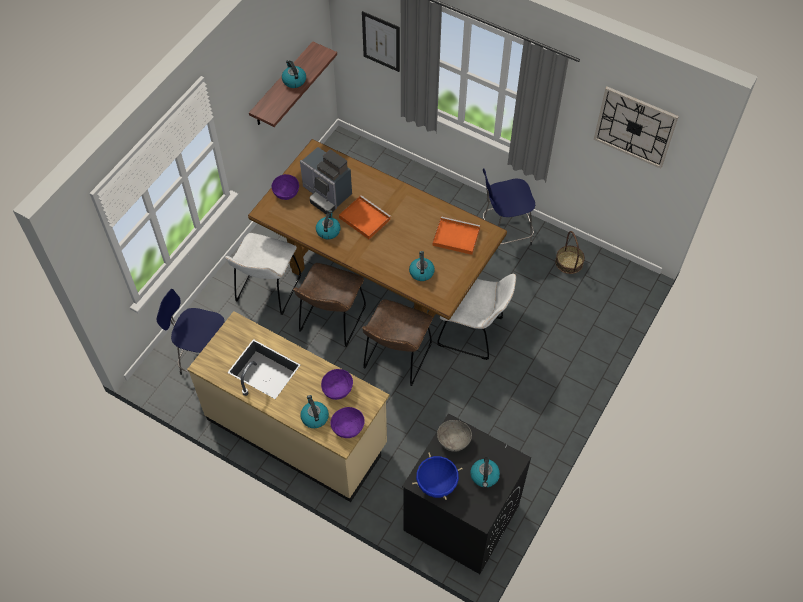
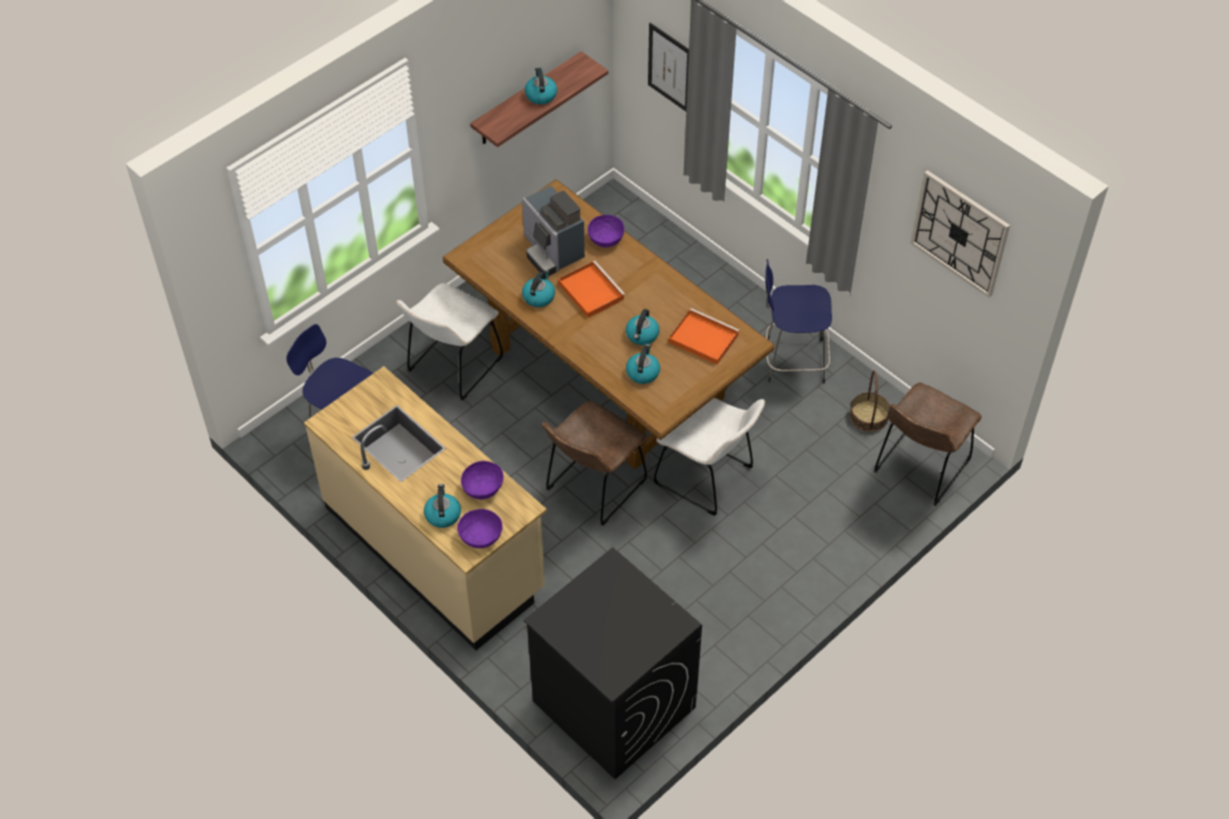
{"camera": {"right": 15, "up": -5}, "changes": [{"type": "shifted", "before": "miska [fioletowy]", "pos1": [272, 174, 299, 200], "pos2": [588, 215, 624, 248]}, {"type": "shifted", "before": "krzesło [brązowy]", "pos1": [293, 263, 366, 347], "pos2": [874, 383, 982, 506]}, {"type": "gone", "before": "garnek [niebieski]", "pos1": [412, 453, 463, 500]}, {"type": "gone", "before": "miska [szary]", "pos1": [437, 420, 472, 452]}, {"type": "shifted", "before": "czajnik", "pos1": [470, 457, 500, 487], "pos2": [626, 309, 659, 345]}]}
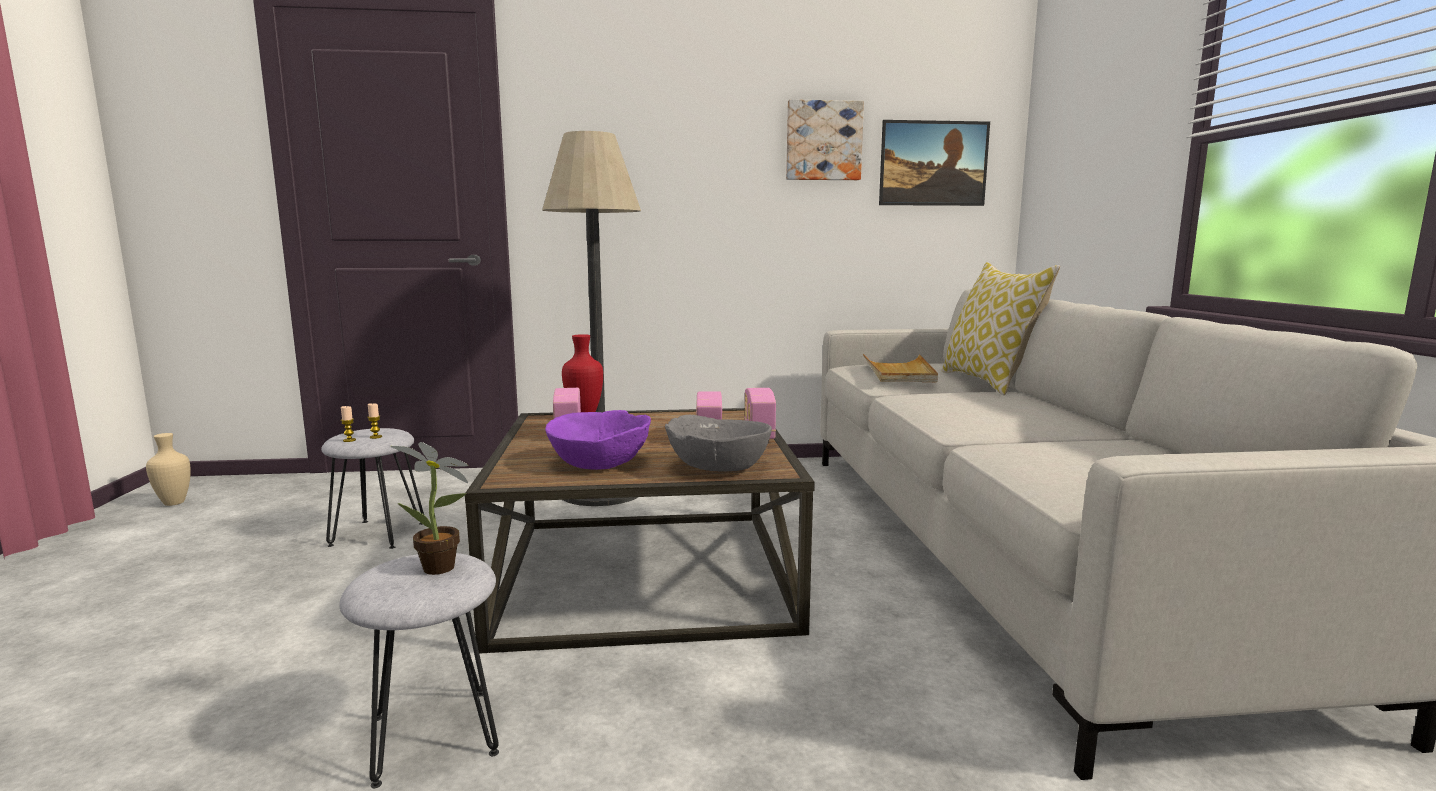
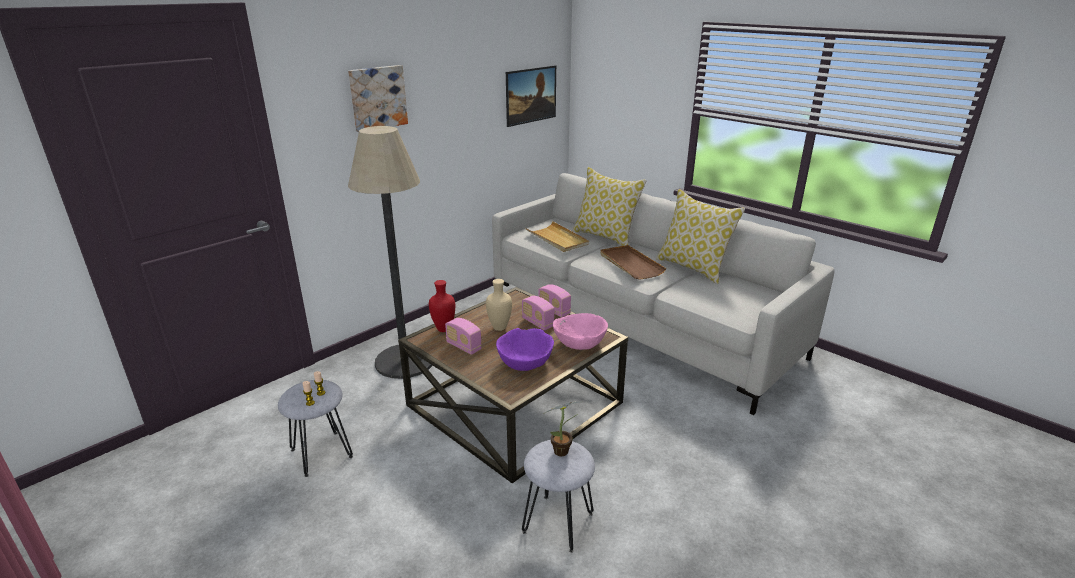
{"camera": {"right": -40, "up": 15}, "changes": [{"type": "shifted", "before": "wazon [beżowy]", "pos1": [146, 433, 191, 506], "pos2": [486, 279, 512, 331]}, {"type": "repainted", "before": "miska [szary]", "after": "miska [różowy]", "pos1": [665, 415, 772, 471], "pos2": [553, 313, 608, 350]}, {"type": "shifted", "before": "obraz", "pos1": [786, 99, 864, 180], "pos2": [348, 65, 408, 132]}, {"type": "new", "after": "taca [brązowy]", "pos2": [600, 245, 667, 280]}, {"type": "new", "after": "poduszka", "pos2": [656, 189, 745, 284]}]}
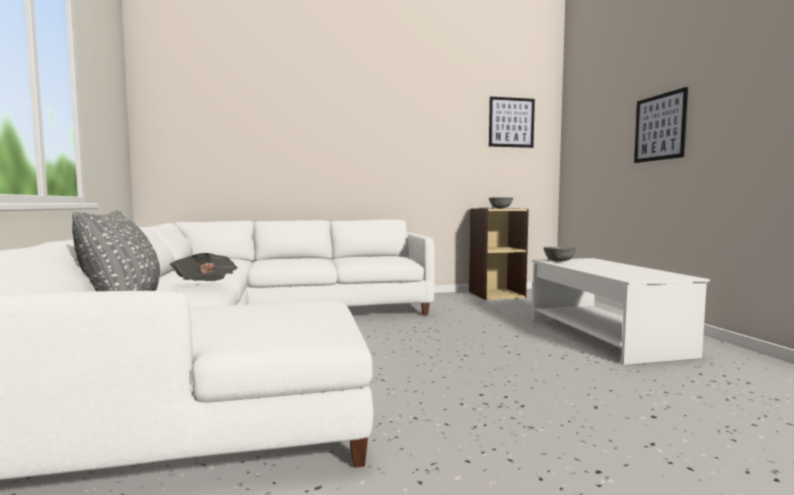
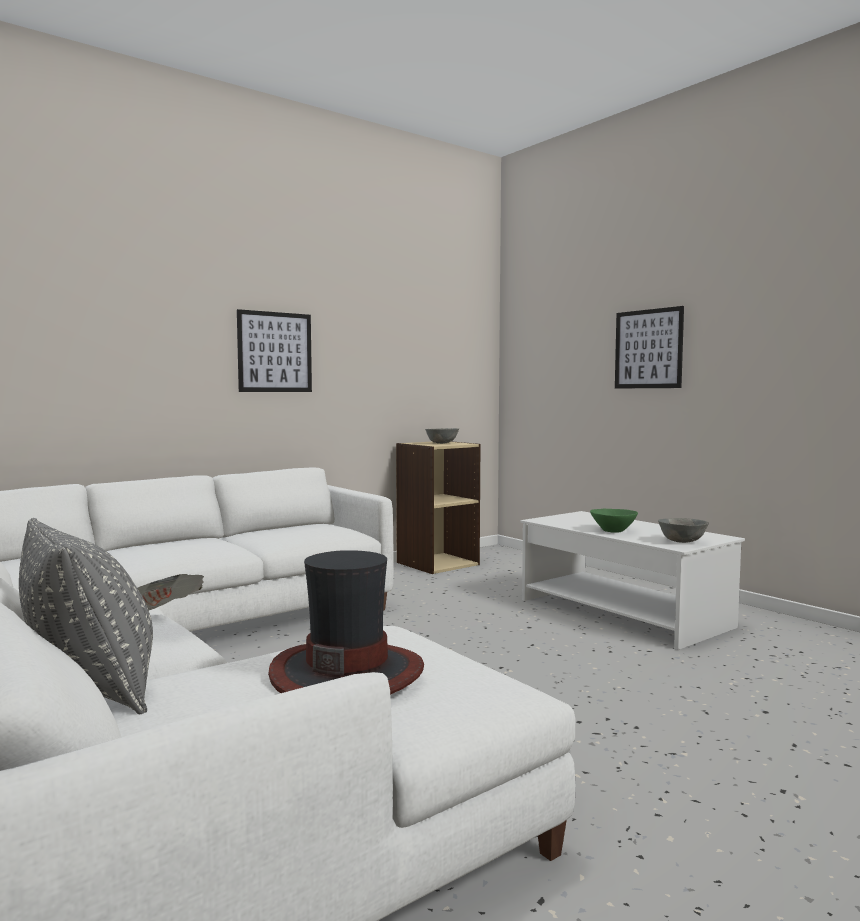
{"camera": {"right": -25, "up": 0}, "changes": [{"type": "shifted", "before": "obraz", "pos1": [489, 97, 535, 148], "pos2": [237, 309, 312, 392]}, {"type": "shifted", "before": "miska [szary]", "pos1": [543, 247, 577, 262], "pos2": [658, 518, 709, 543]}, {"type": "new", "after": "kapelusz", "pos2": [268, 550, 424, 695]}, {"type": "new", "after": "miska [zielony]", "pos2": [590, 509, 638, 533]}]}
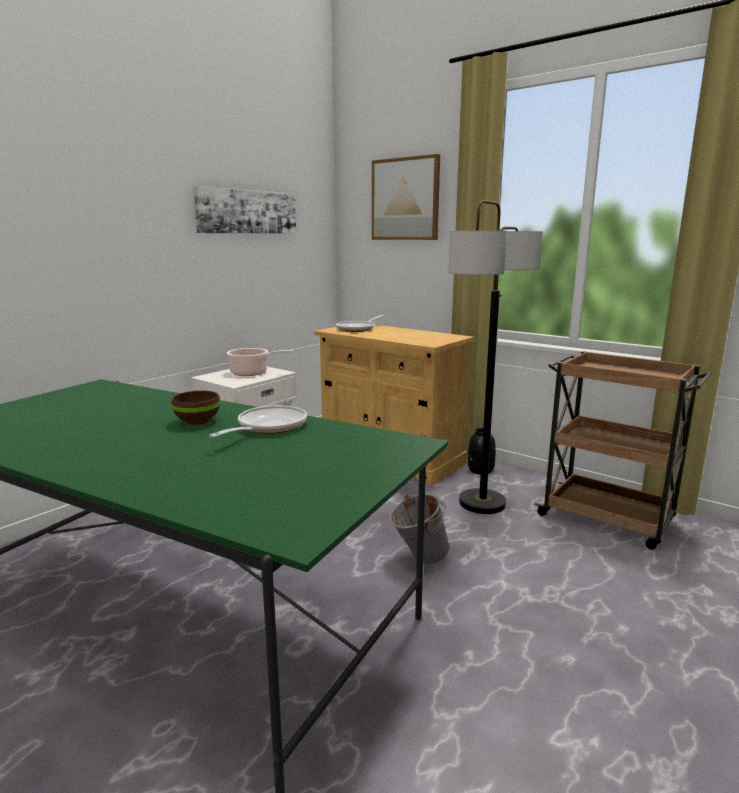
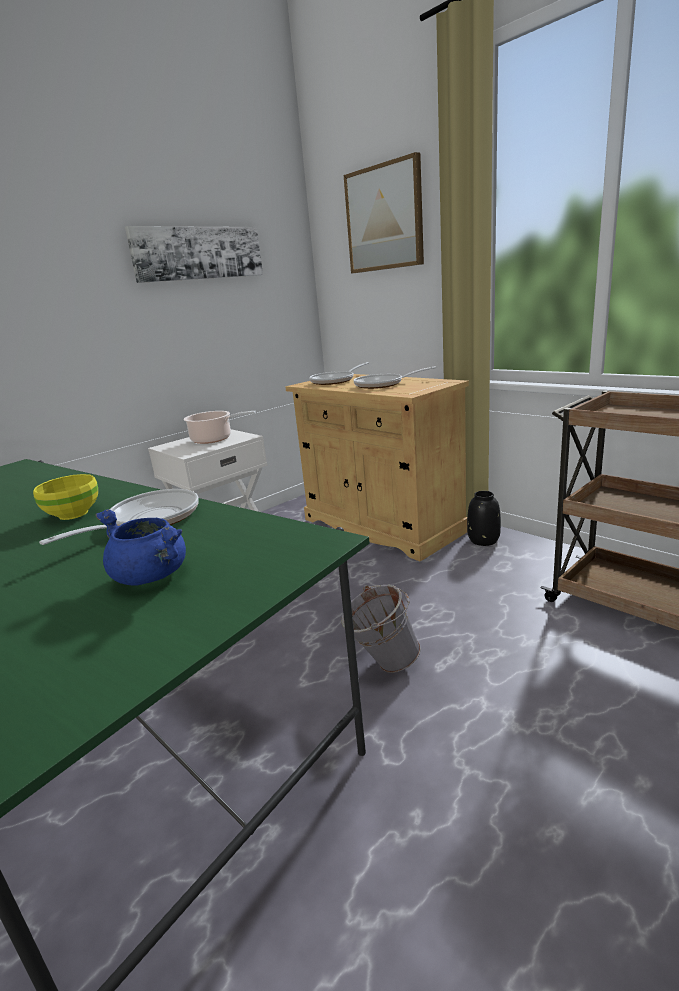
{"camera": {"right": 10, "up": 5}, "changes": [{"type": "repainted", "before": "miska [brązowy]", "after": "miska [żółty]", "pos1": [171, 390, 220, 425], "pos2": [33, 474, 98, 520]}, {"type": "gone", "before": "lampa stojąca", "pos1": [448, 200, 543, 514]}, {"type": "new", "after": "garnek [niebieski]", "pos2": [95, 509, 186, 586]}, {"type": "new", "after": "patelnia", "pos2": [353, 366, 436, 389]}]}
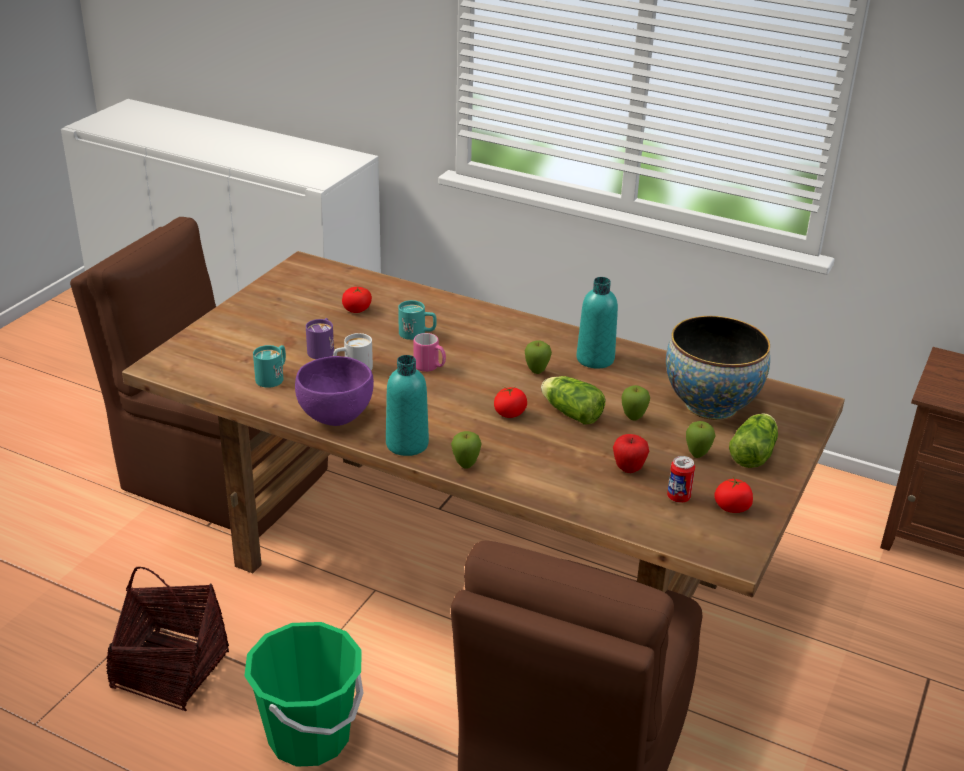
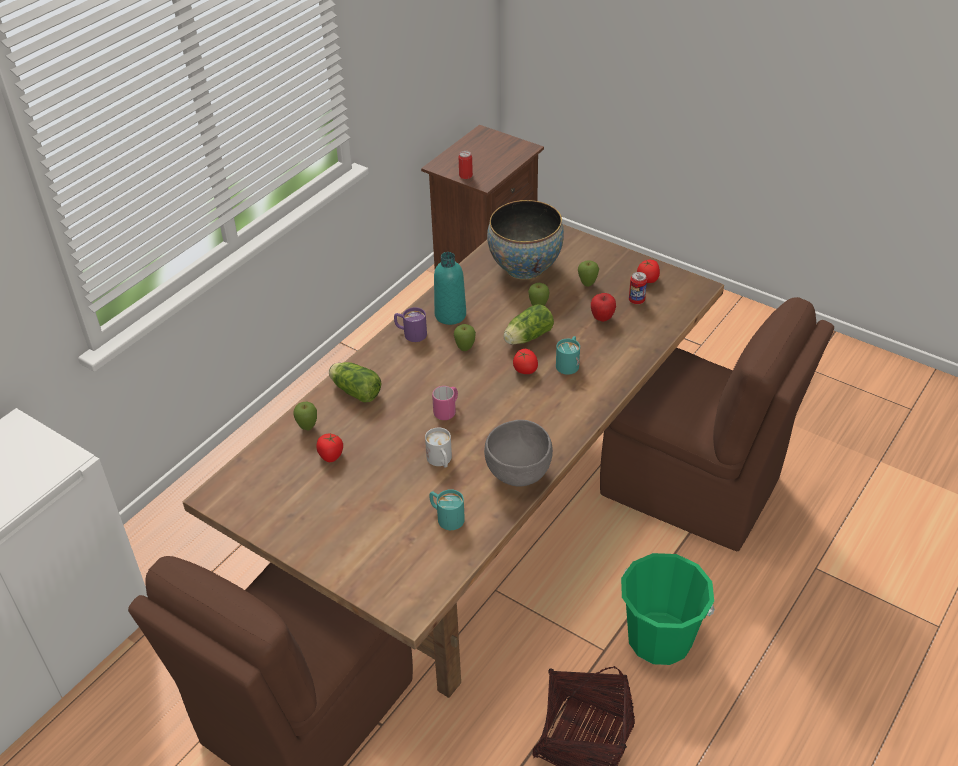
{"camera": {"right": -80, "up": 10}, "changes": [{"type": "repainted", "before": "miska [fioletowy]", "after": "miska [szary]", "pos1": [295, 356, 374, 426], "pos2": [484, 420, 553, 487]}, {"type": "shifted", "before": "kubek [fioletowy]", "pos1": [306, 318, 334, 359], "pos2": [394, 307, 427, 342]}, {"type": "gone", "before": "butelka [turkusowy]", "pos1": [386, 355, 429, 456]}, {"type": "shifted", "before": "kubek [turkusowy]", "pos1": [398, 300, 437, 340], "pos2": [556, 336, 580, 375]}, {"type": "shifted", "before": "jabłko", "pos1": [451, 431, 482, 469], "pos2": [293, 402, 317, 430]}, {"type": "shifted", "before": "sałata", "pos1": [729, 413, 778, 468], "pos2": [329, 362, 382, 402]}, {"type": "new", "after": "puszka", "pos2": [458, 151, 473, 179]}]}
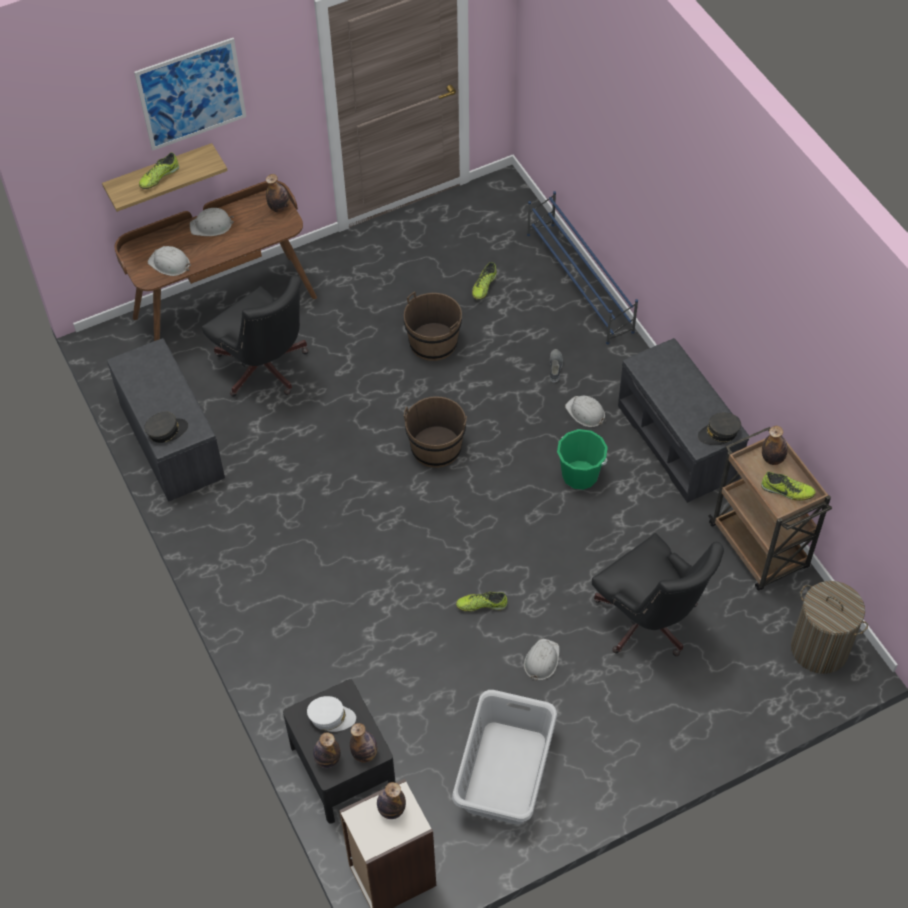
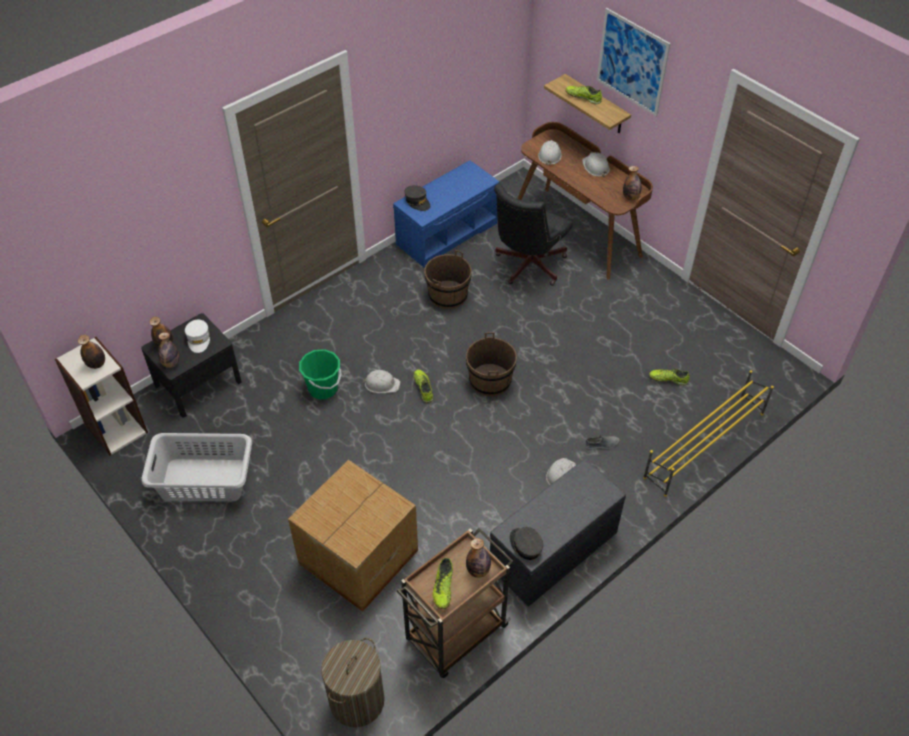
{"camera": {"right": 75, "up": -5}, "changes": [{"type": "repainted", "before": "ławka [szary]", "after": "ławka [niebieski]", "pos1": [107, 338, 225, 502], "pos2": [393, 160, 499, 268]}, {"type": "shifted", "before": "wiadro [brązowy]", "pos1": [404, 291, 462, 361], "pos2": [424, 250, 472, 309]}, {"type": "shifted", "before": "but", "pos1": [456, 592, 507, 612], "pos2": [414, 370, 433, 403]}, {"type": "shifted", "before": "kask [biały]", "pos1": [524, 639, 559, 681], "pos2": [363, 370, 400, 393]}, {"type": "repainted", "before": "regał na buty [niebieski]", "after": "regał na buty [żółty]", "pos1": [527, 191, 638, 344], "pos2": [643, 370, 774, 497]}, {"type": "shifted", "before": "wiadro [zielony]", "pos1": [557, 429, 608, 490], "pos2": [299, 349, 342, 400]}, {"type": "swapped", "before": "krzesło biurowe [czarny]", "after": "karton", "pos1": [592, 533, 724, 656], "pos2": [288, 460, 418, 612]}]}
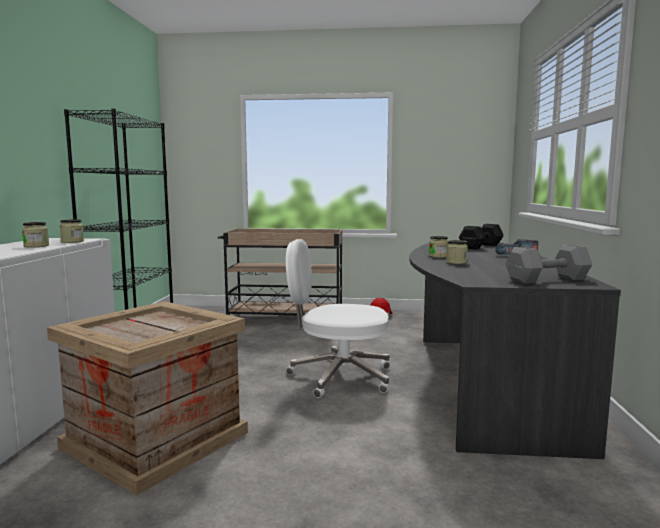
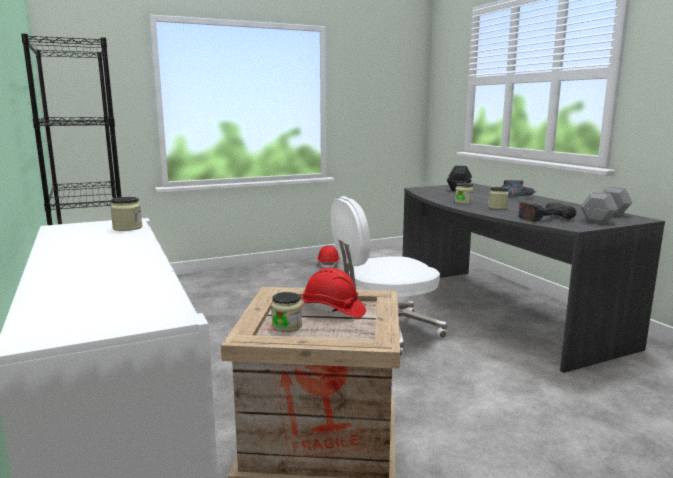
{"camera": {"right": -30, "up": 5}, "changes": [{"type": "shifted", "before": "słoik", "pos1": [22, 222, 49, 248], "pos2": [271, 292, 302, 332]}, {"type": "gone", "before": "wózek [beżowy]", "pos1": [218, 228, 342, 315]}, {"type": "new", "after": "kask [czerwony]", "pos2": [302, 268, 366, 318]}, {"type": "new", "after": "wiertarka", "pos2": [518, 202, 576, 222]}]}
